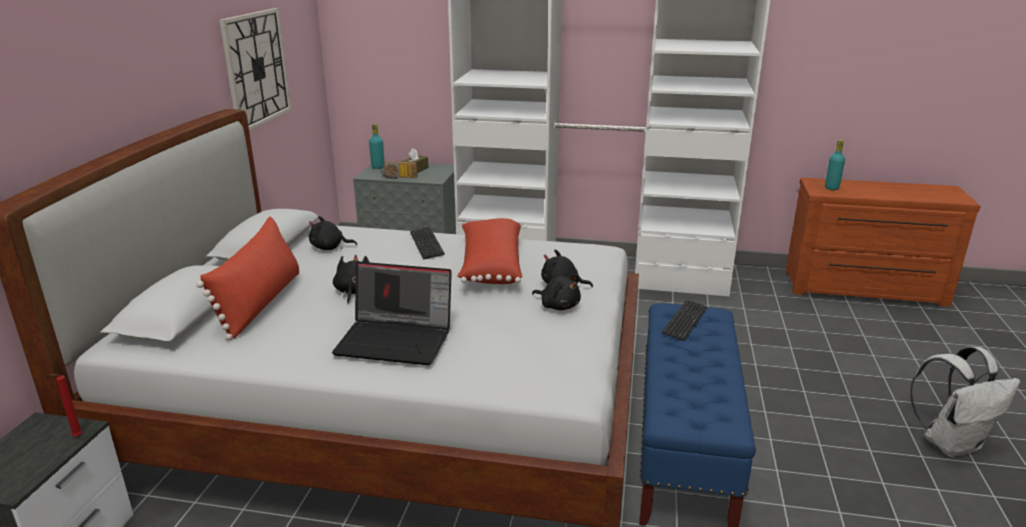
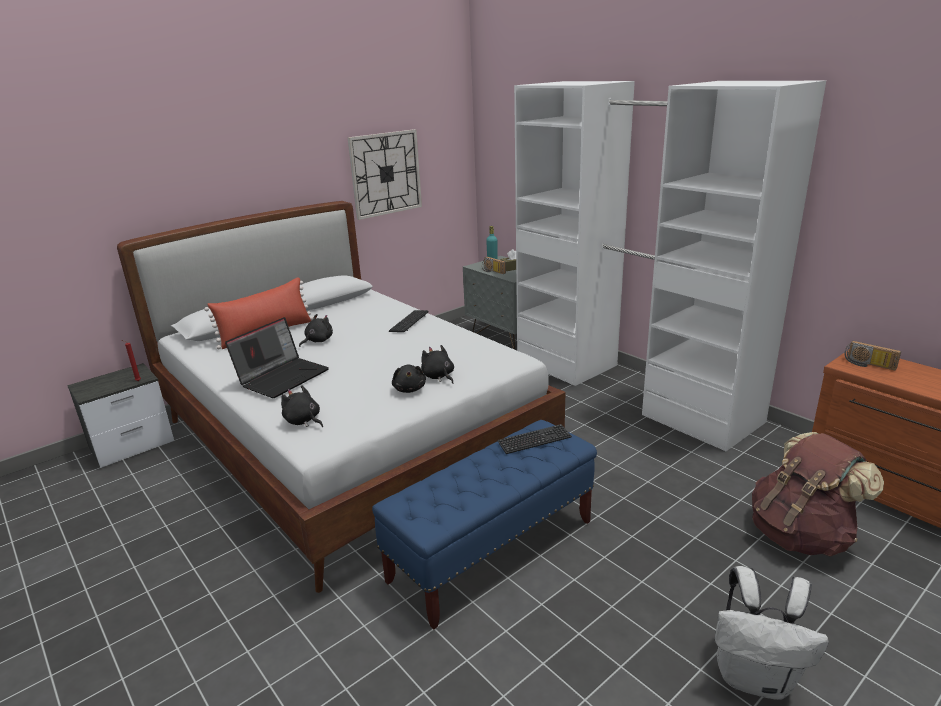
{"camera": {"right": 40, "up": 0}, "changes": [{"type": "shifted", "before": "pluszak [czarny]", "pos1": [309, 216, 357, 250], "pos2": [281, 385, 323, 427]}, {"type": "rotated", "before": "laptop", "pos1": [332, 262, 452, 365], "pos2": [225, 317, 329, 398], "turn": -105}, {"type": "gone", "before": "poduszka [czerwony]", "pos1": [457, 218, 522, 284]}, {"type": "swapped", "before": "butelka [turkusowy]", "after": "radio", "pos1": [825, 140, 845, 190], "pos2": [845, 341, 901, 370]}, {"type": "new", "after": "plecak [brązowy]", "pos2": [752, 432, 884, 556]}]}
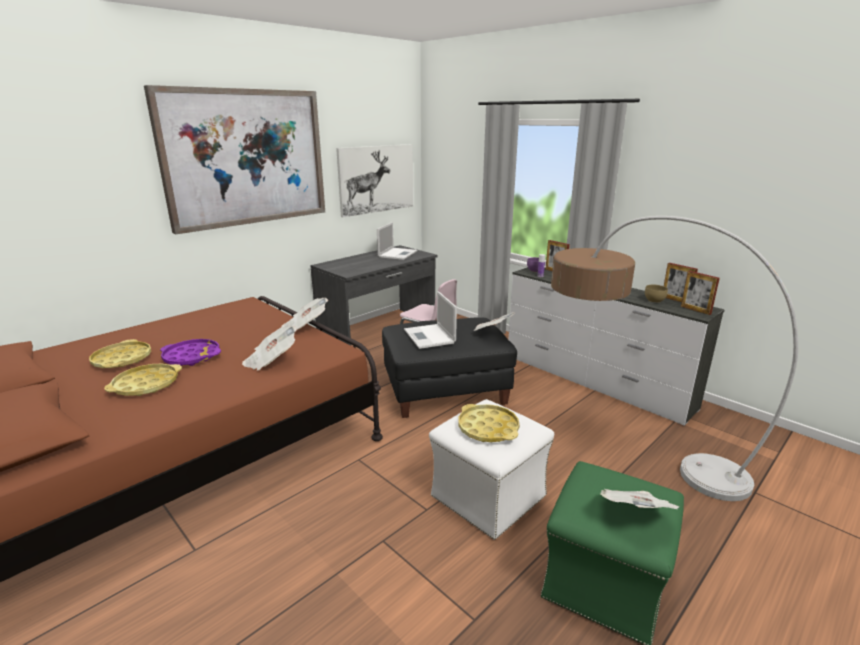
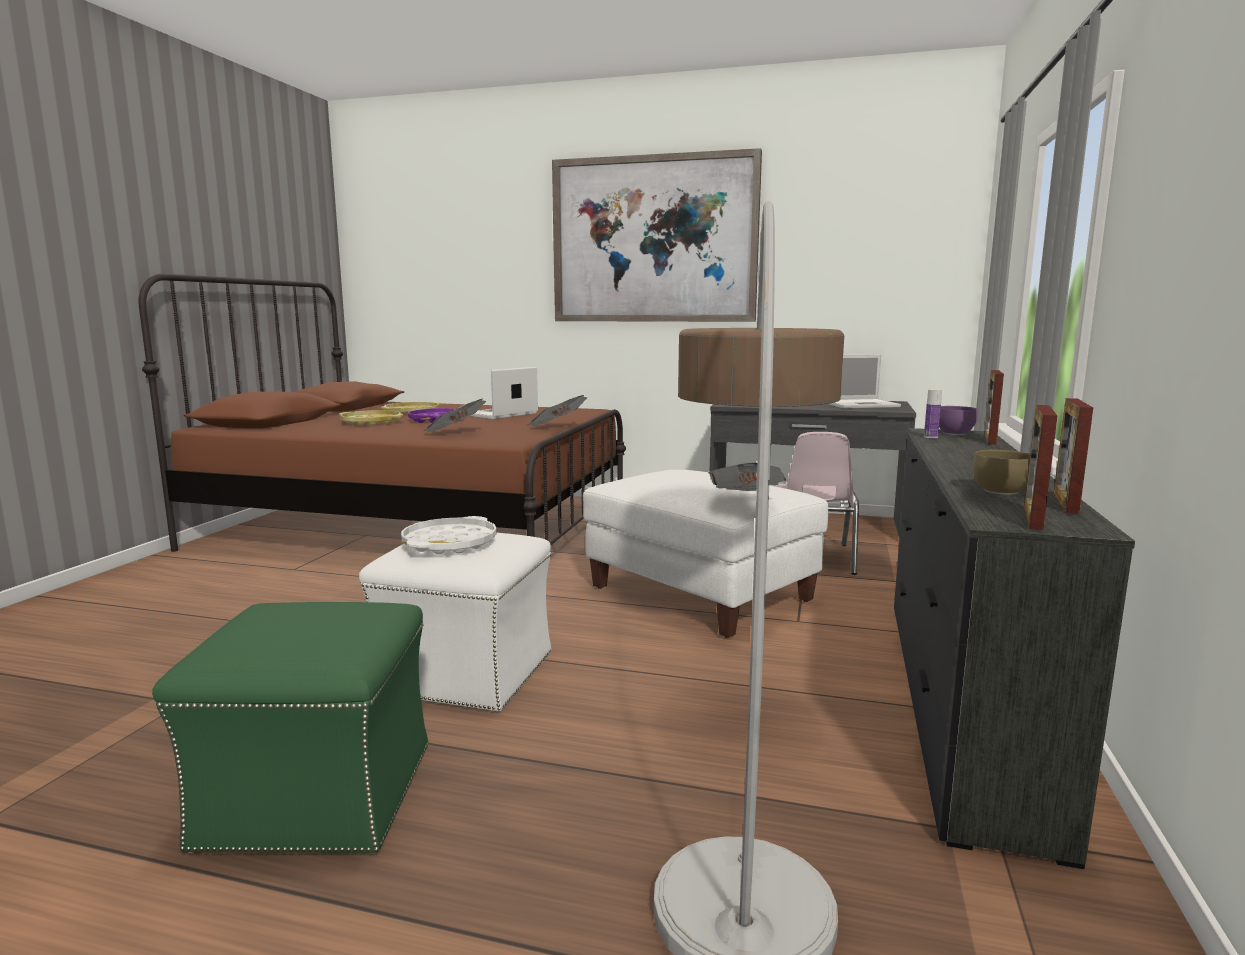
{"camera": {"right": 60, "up": -10}, "changes": [{"type": "gone", "before": "obraz", "pos1": [336, 144, 414, 218]}, {"type": "repainted", "before": "pufa [czarny]", "after": "pufa [biały]", "pos1": [382, 317, 517, 418], "pos2": [583, 470, 828, 638]}, {"type": "shifted", "before": "laptop", "pos1": [404, 291, 457, 349], "pos2": [470, 367, 538, 419]}, {"type": "repainted", "before": "taca [żółty]", "after": "taca [biały]", "pos1": [458, 404, 520, 442], "pos2": [401, 516, 497, 554]}, {"type": "repainted", "before": "komoda [biały]", "after": "komoda [czarny]", "pos1": [509, 267, 725, 426], "pos2": [894, 428, 1135, 869]}, {"type": "gone", "before": "gazeta", "pos1": [600, 489, 679, 509]}]}
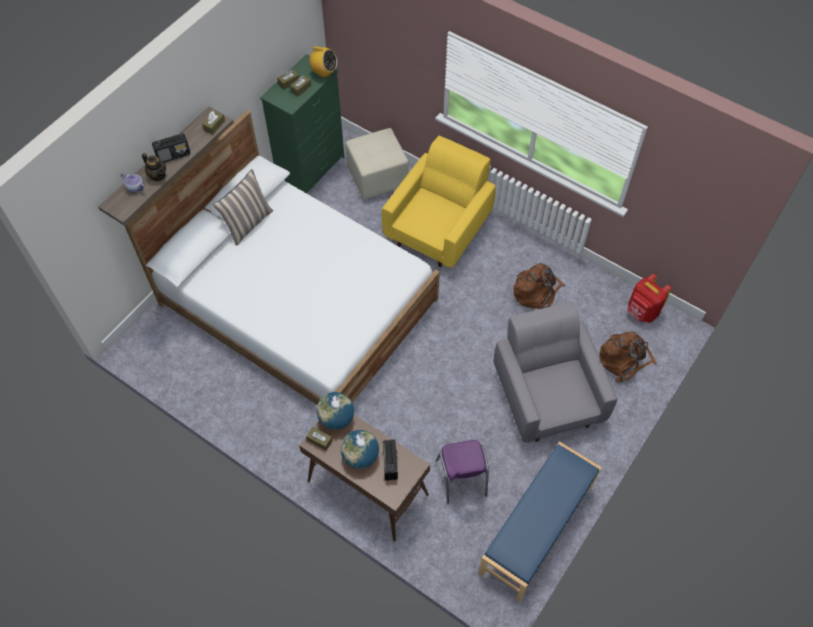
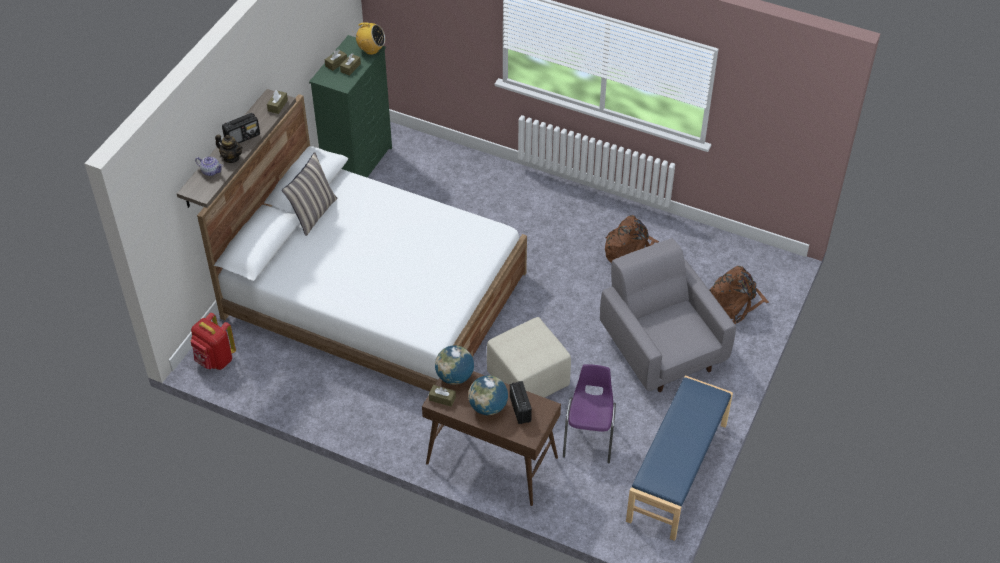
{"camera": {"right": -10, "up": -10}, "changes": [{"type": "shifted", "before": "pufa [beżowy]", "pos1": [346, 128, 409, 200], "pos2": [487, 317, 571, 398]}, {"type": "gone", "before": "fotel [żółty]", "pos1": [382, 136, 496, 268]}, {"type": "rotated", "before": "krzesło [fioletowy]", "pos1": [436, 440, 489, 504], "pos2": [563, 364, 616, 464], "turn": -150}, {"type": "shifted", "before": "plecak [czerwony]", "pos1": [627, 274, 672, 323], "pos2": [191, 313, 236, 370]}]}
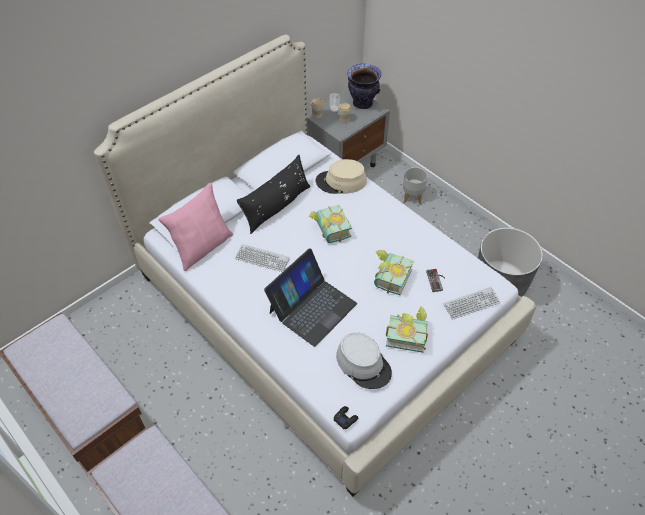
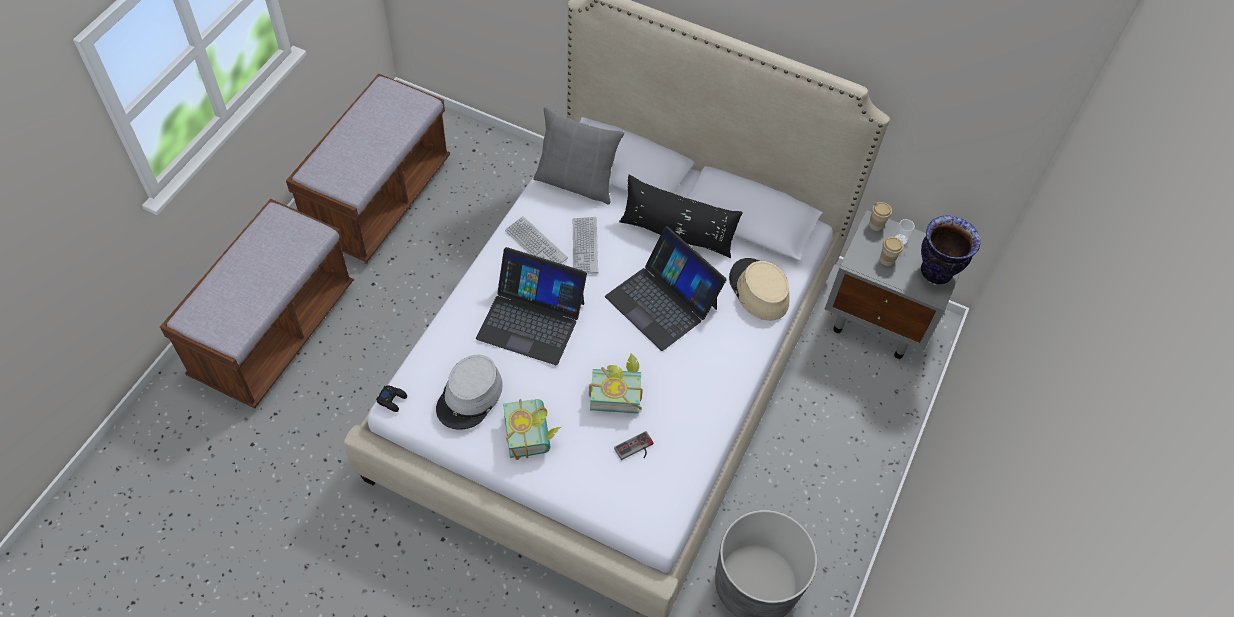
{"camera": {"right": 65, "up": 5}, "changes": [{"type": "repainted", "before": "poduszka [różowy]", "after": "poduszka [szary]", "pos1": [158, 183, 233, 271], "pos2": [533, 106, 624, 205]}, {"type": "swapped", "before": "książka", "after": "laptop", "pos1": [309, 205, 352, 243], "pos2": [605, 226, 727, 351]}, {"type": "gone", "before": "donica [szary]", "pos1": [403, 167, 427, 204]}, {"type": "shifted", "before": "klawiatura", "pos1": [443, 287, 501, 320], "pos2": [505, 216, 568, 264]}]}
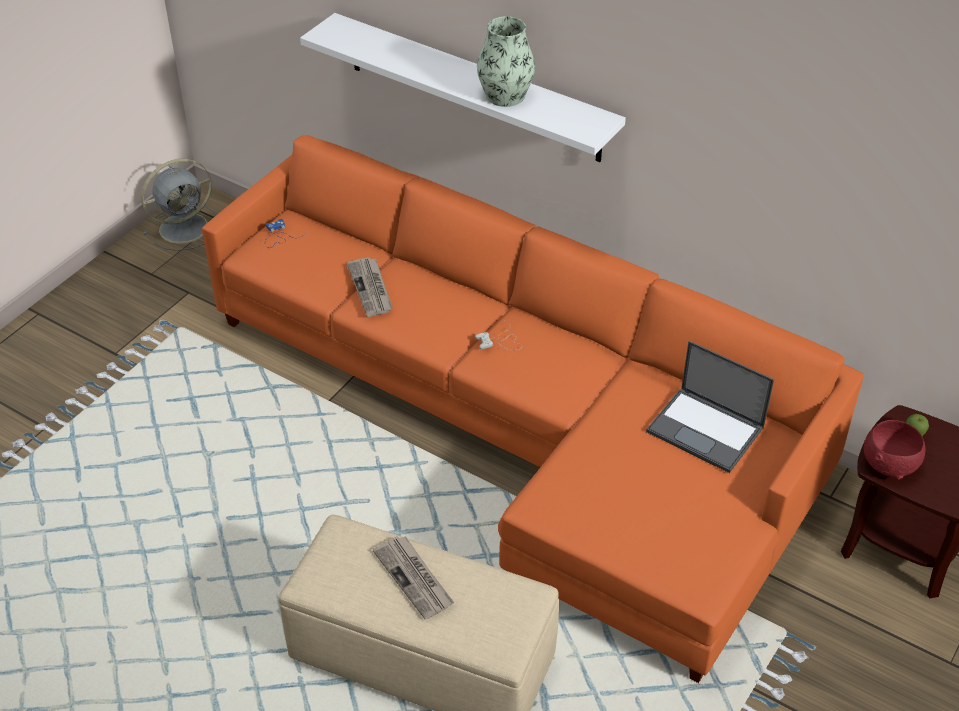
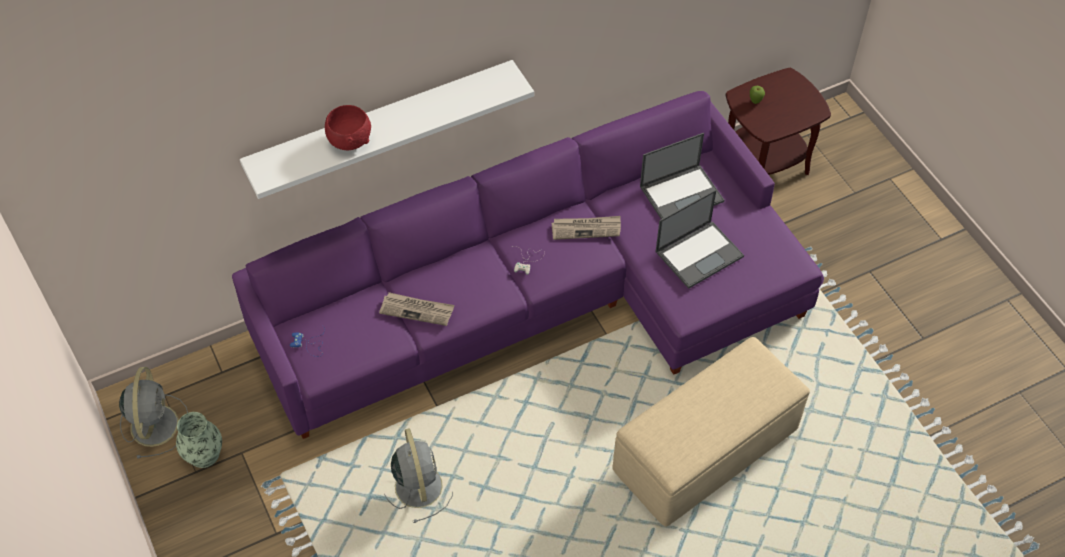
{"camera": {"right": -60, "up": 10}, "changes": [{"type": "repainted", "before": "kanapa [pomarańczowy]", "after": "kanapa [fioletowy]", "pos1": [202, 135, 864, 683], "pos2": [232, 91, 824, 439]}, {"type": "shifted", "before": "gazeta", "pos1": [373, 536, 454, 620], "pos2": [552, 216, 621, 240]}, {"type": "shifted", "before": "wazon", "pos1": [477, 16, 535, 107], "pos2": [176, 412, 222, 468]}, {"type": "shifted", "before": "miska [czerwony]", "pos1": [864, 420, 926, 479], "pos2": [325, 105, 371, 150]}, {"type": "new", "after": "wentylator [szary]", "pos2": [384, 428, 453, 523]}, {"type": "new", "after": "laptop", "pos2": [656, 190, 744, 289]}]}
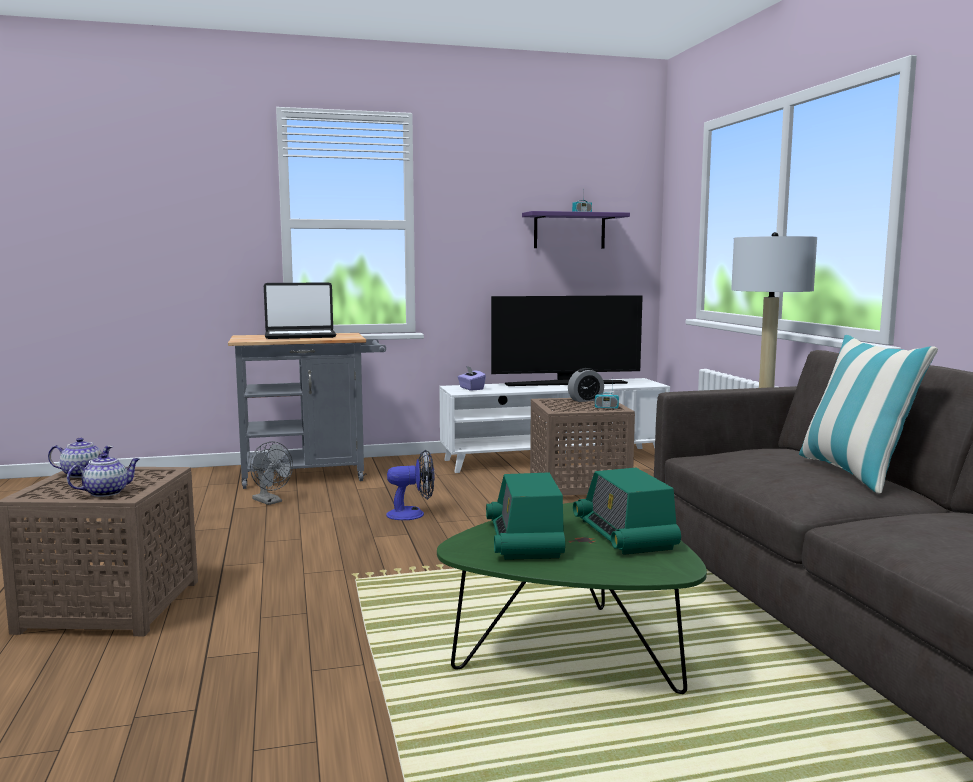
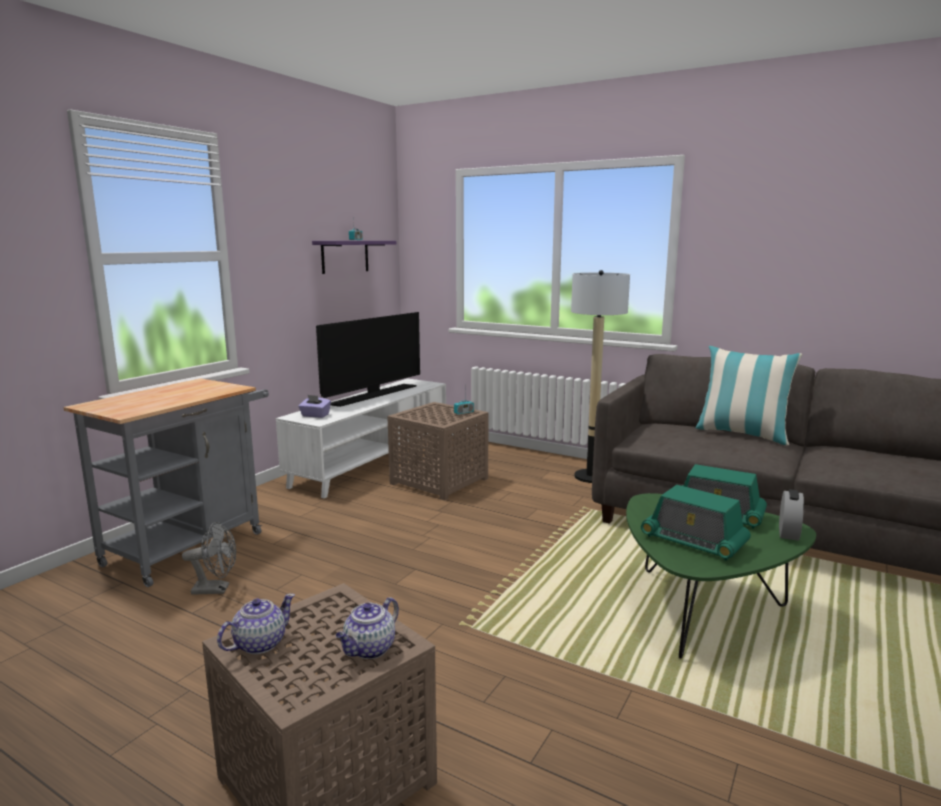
{"camera": {"right": -45, "up": 5}, "changes": [{"type": "rotated", "before": "imbryk", "pos1": [67, 453, 140, 497], "pos2": [336, 597, 399, 659], "turn": -150}, {"type": "gone", "before": "laptop", "pos1": [264, 282, 336, 339]}, {"type": "gone", "before": "wentylator", "pos1": [386, 450, 435, 520]}, {"type": "shifted", "before": "budzik", "pos1": [568, 368, 604, 402], "pos2": [779, 489, 804, 541]}]}
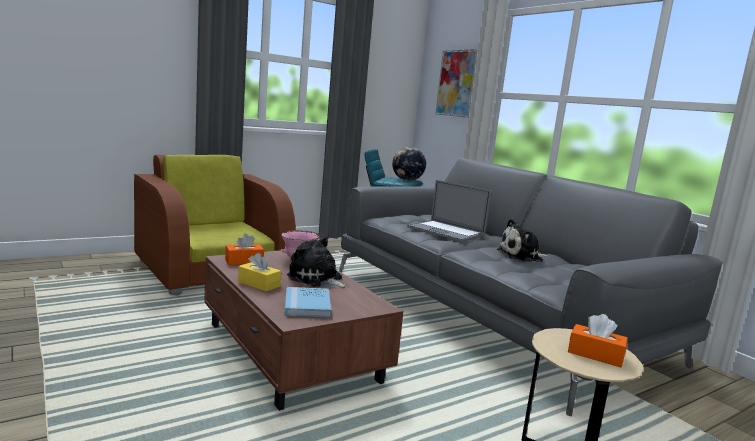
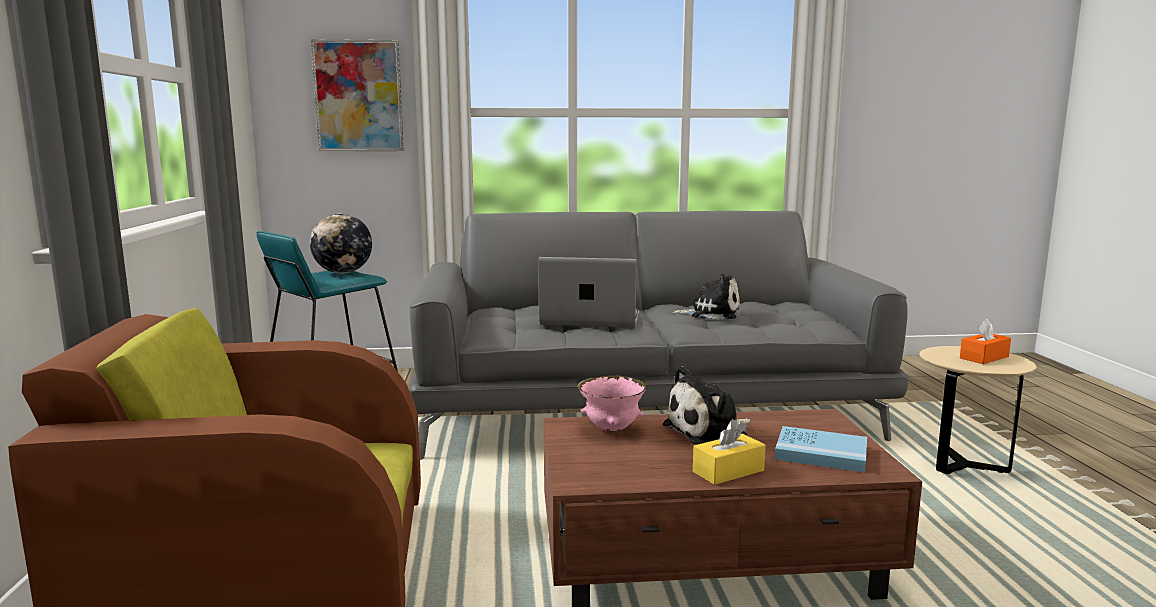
{"camera": {"right": -60, "up": 0}, "changes": [{"type": "gone", "before": "pudełko chusteczek [pomarańczowy]", "pos1": [225, 233, 264, 265]}, {"type": "rotated", "before": "laptop", "pos1": [407, 180, 491, 242], "pos2": [538, 257, 639, 328], "turn": -150}, {"type": "rotated", "before": "pluszak", "pos1": [497, 219, 547, 262], "pos2": [672, 274, 740, 320], "turn": -90}]}
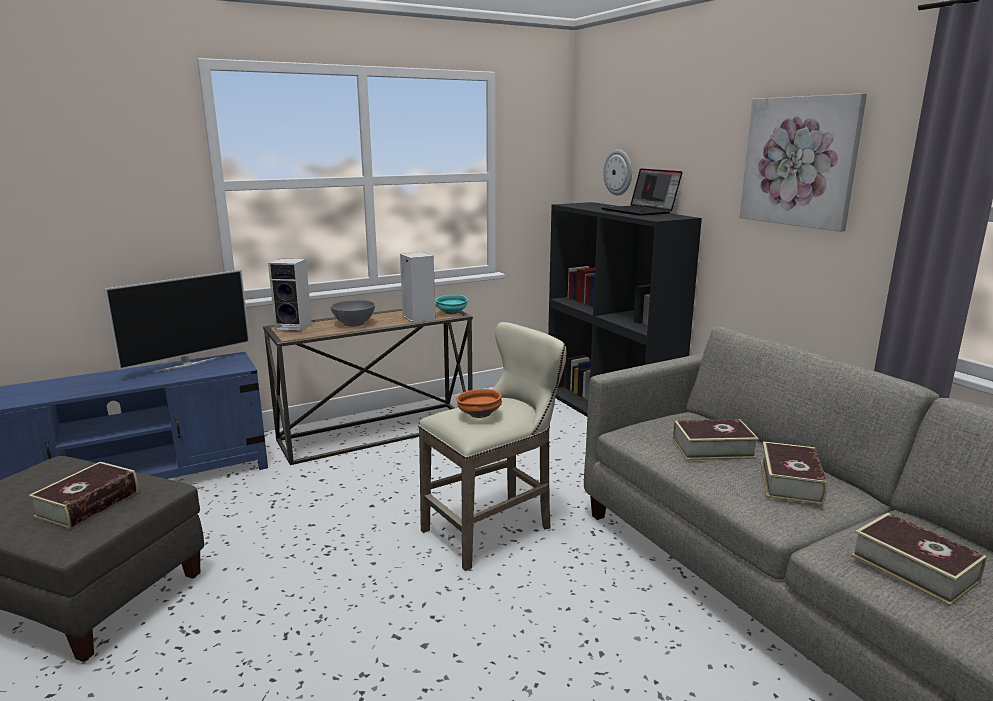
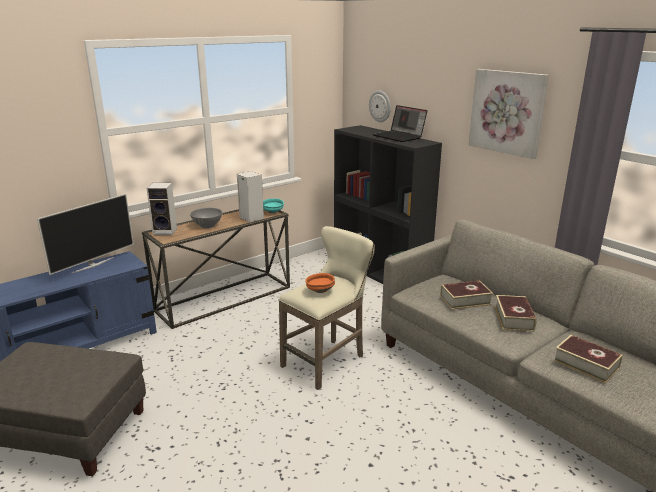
{"camera": {"right": -10, "up": 5}, "changes": [{"type": "gone", "before": "książka", "pos1": [28, 462, 138, 529]}]}
